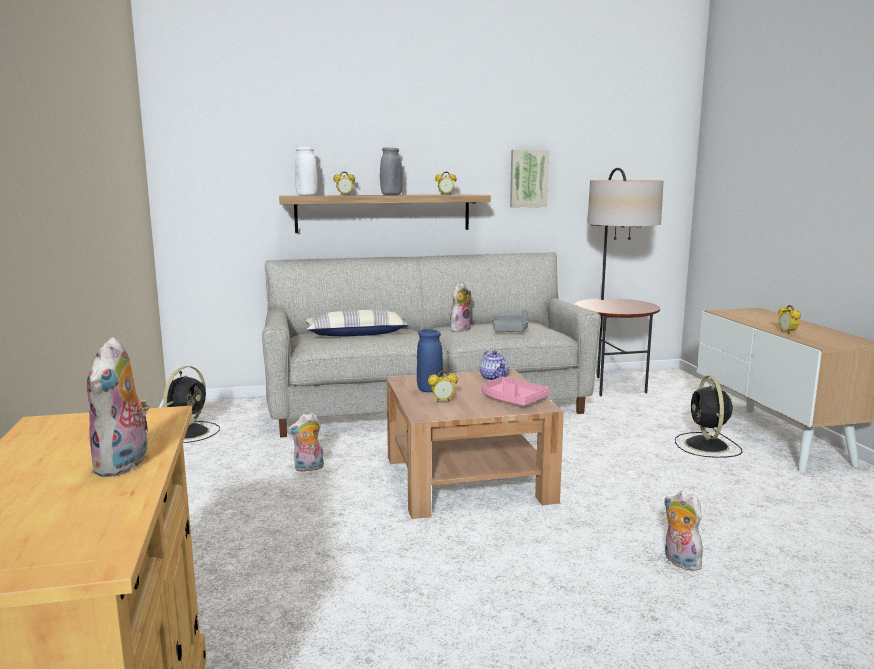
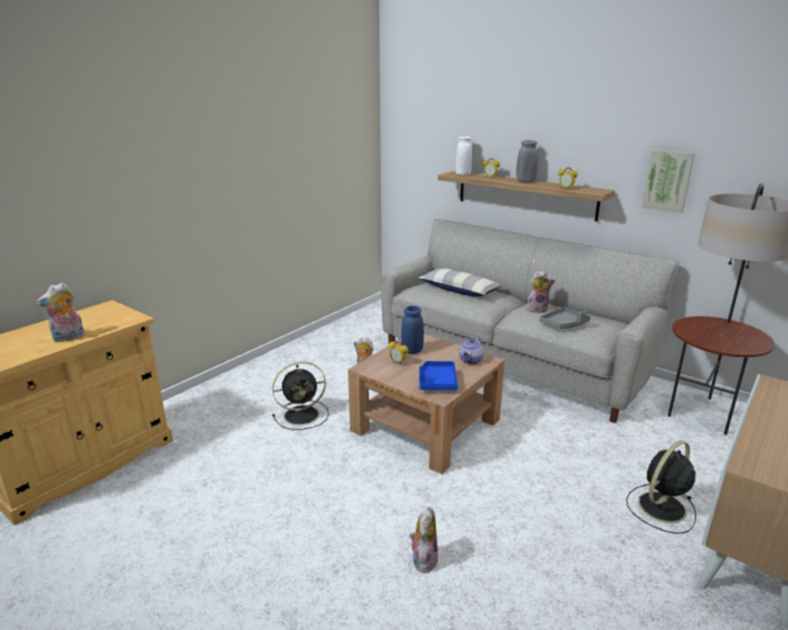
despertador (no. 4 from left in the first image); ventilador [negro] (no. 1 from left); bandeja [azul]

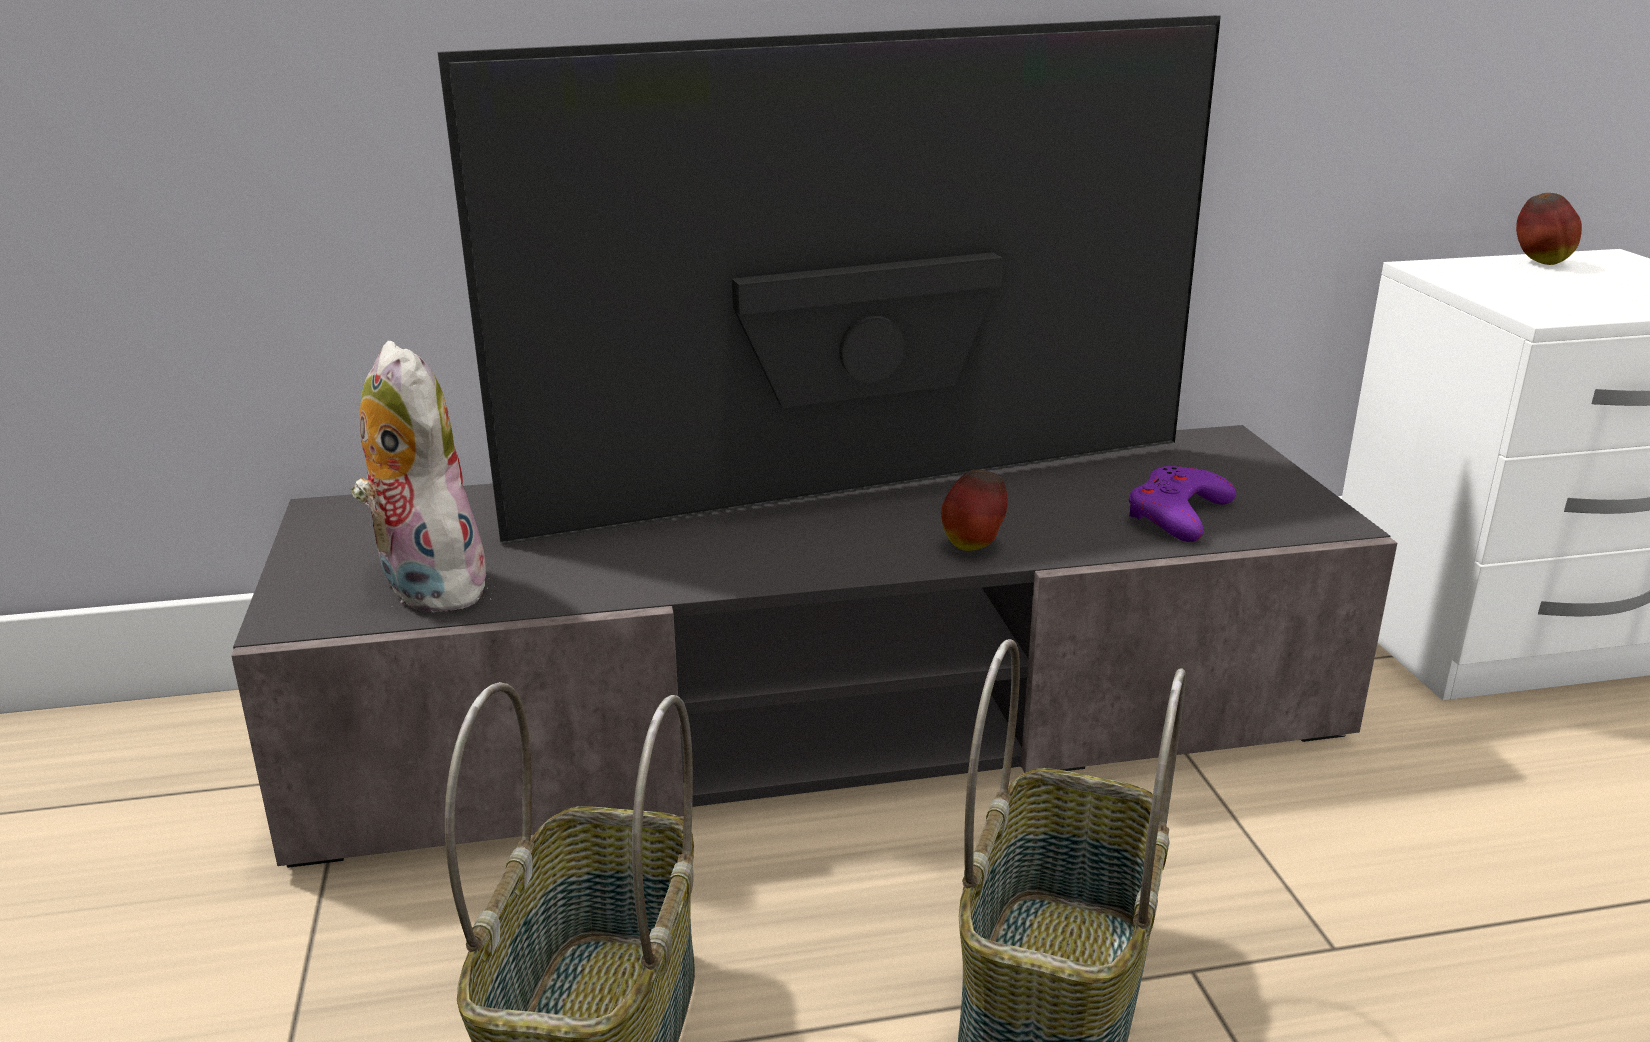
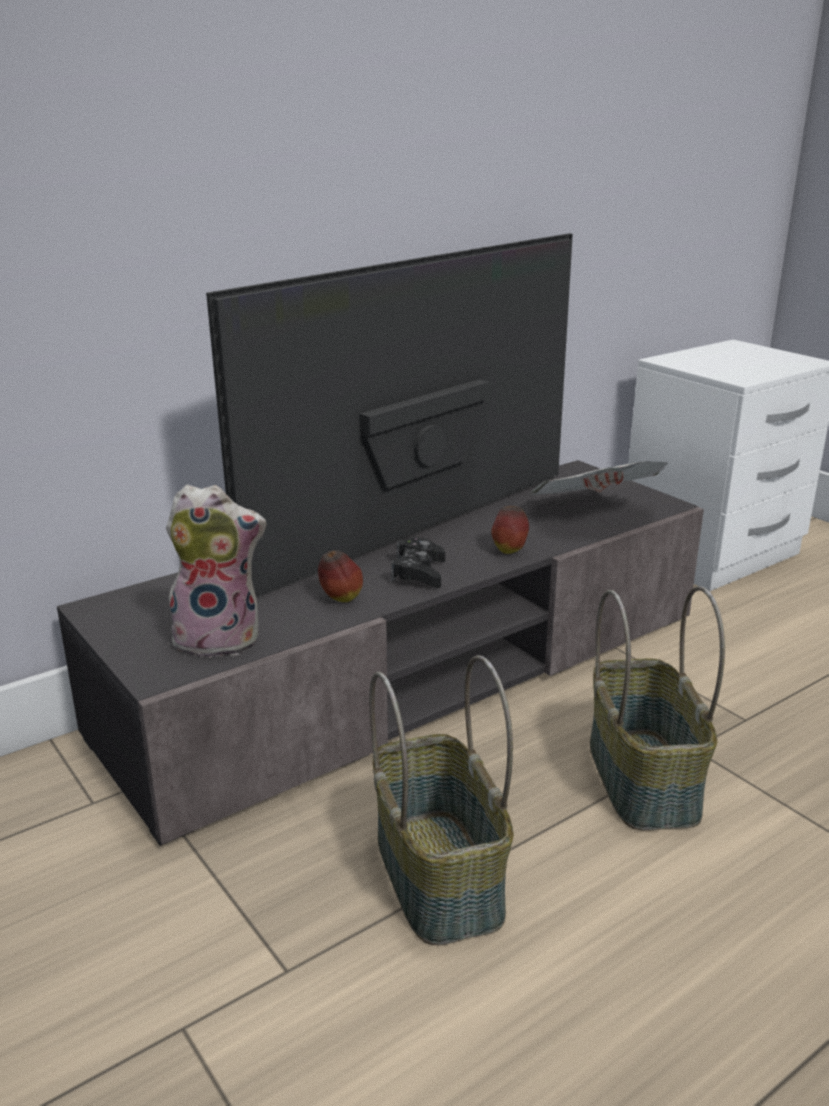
manzana (no. 1 from left); peluche; periódico; mando de consola [negro]

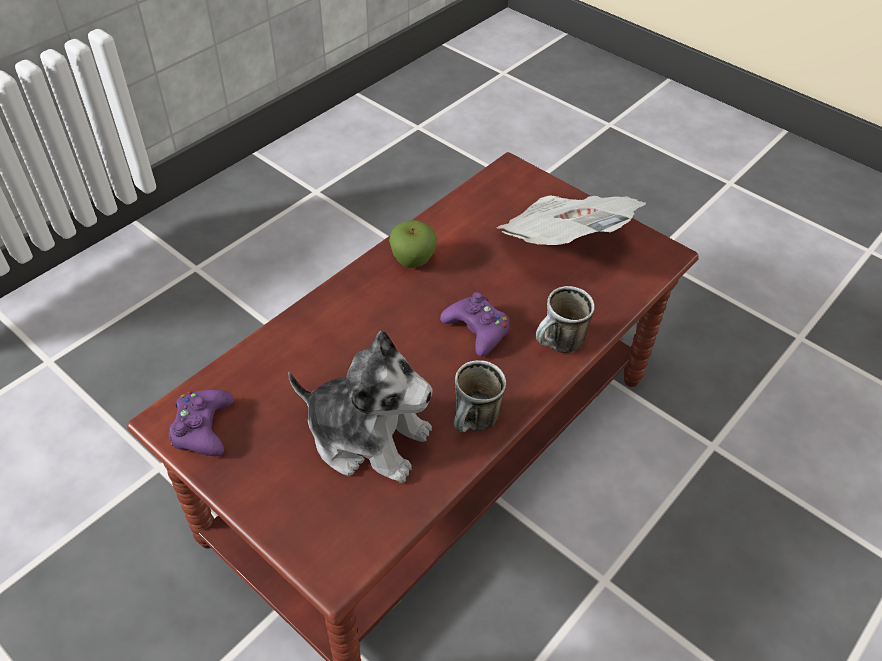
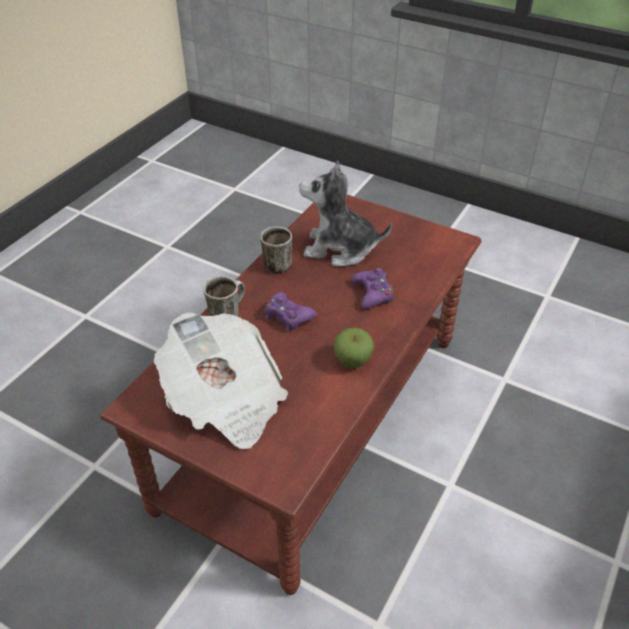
mando de consola [morado] (no. 2 from left)

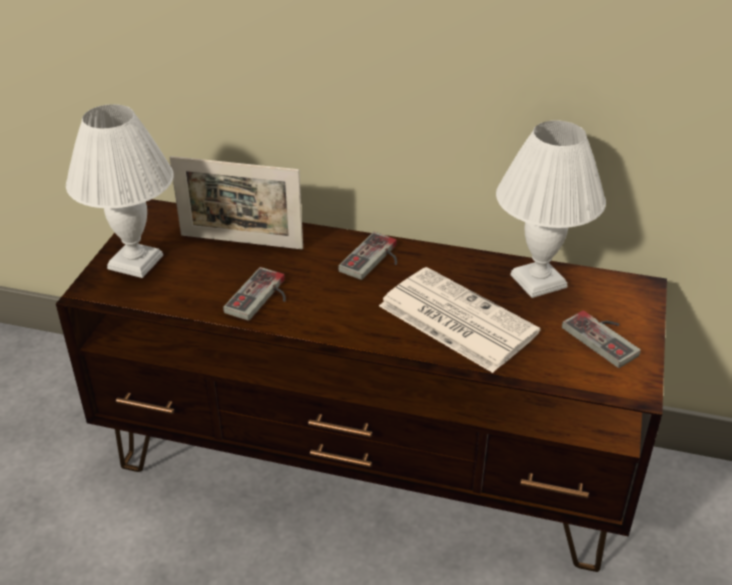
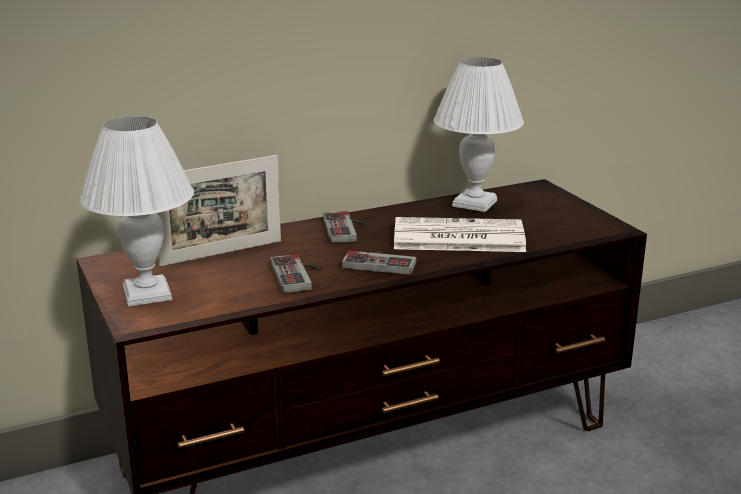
mando de consola (no. 3 from left)

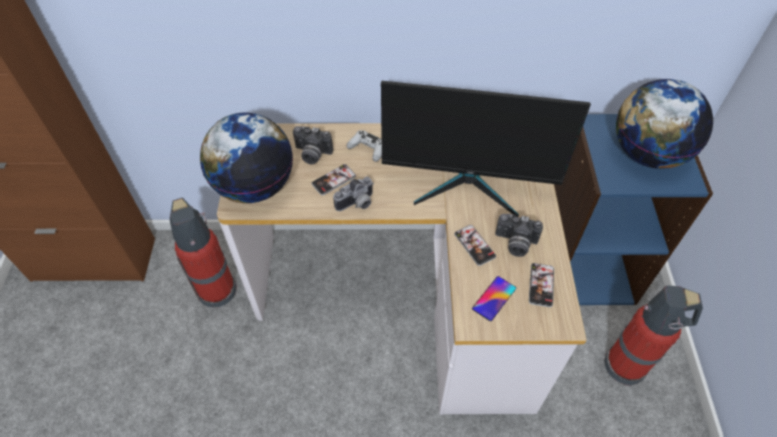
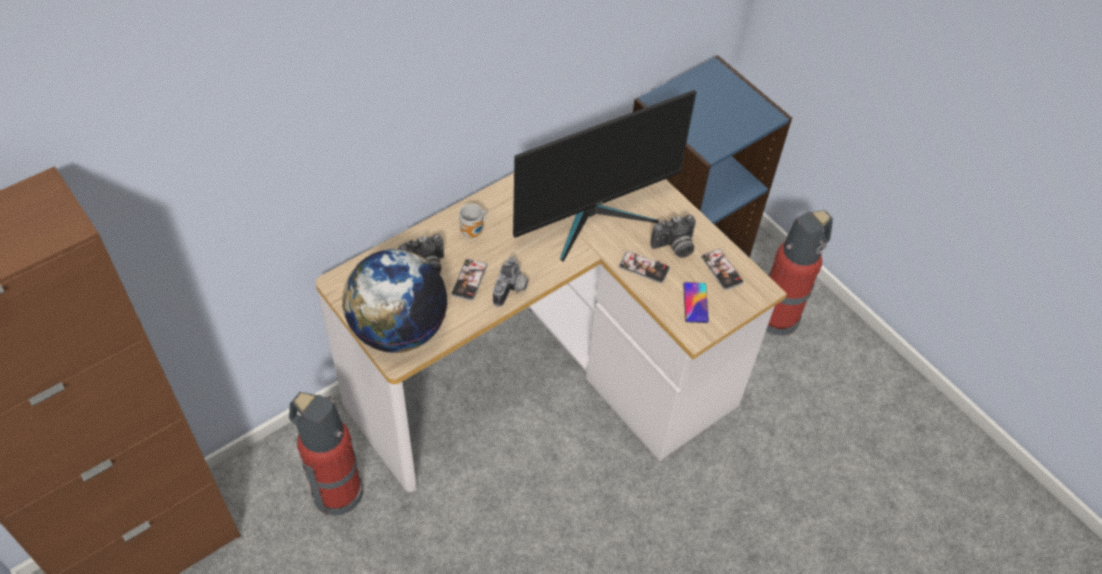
globo terráqueo (no. 2 from left in the first image); taza grande

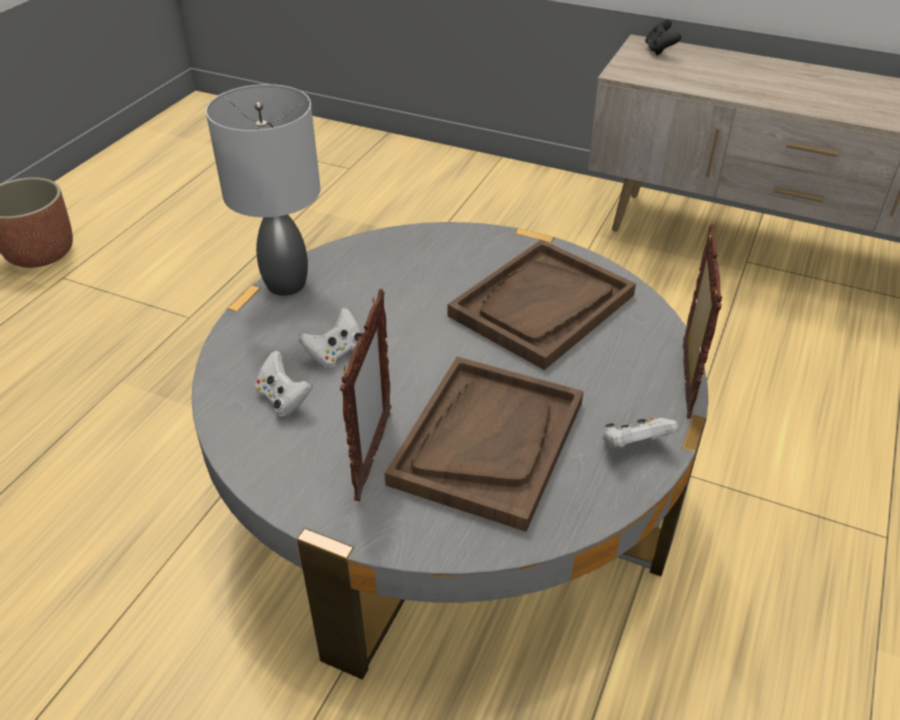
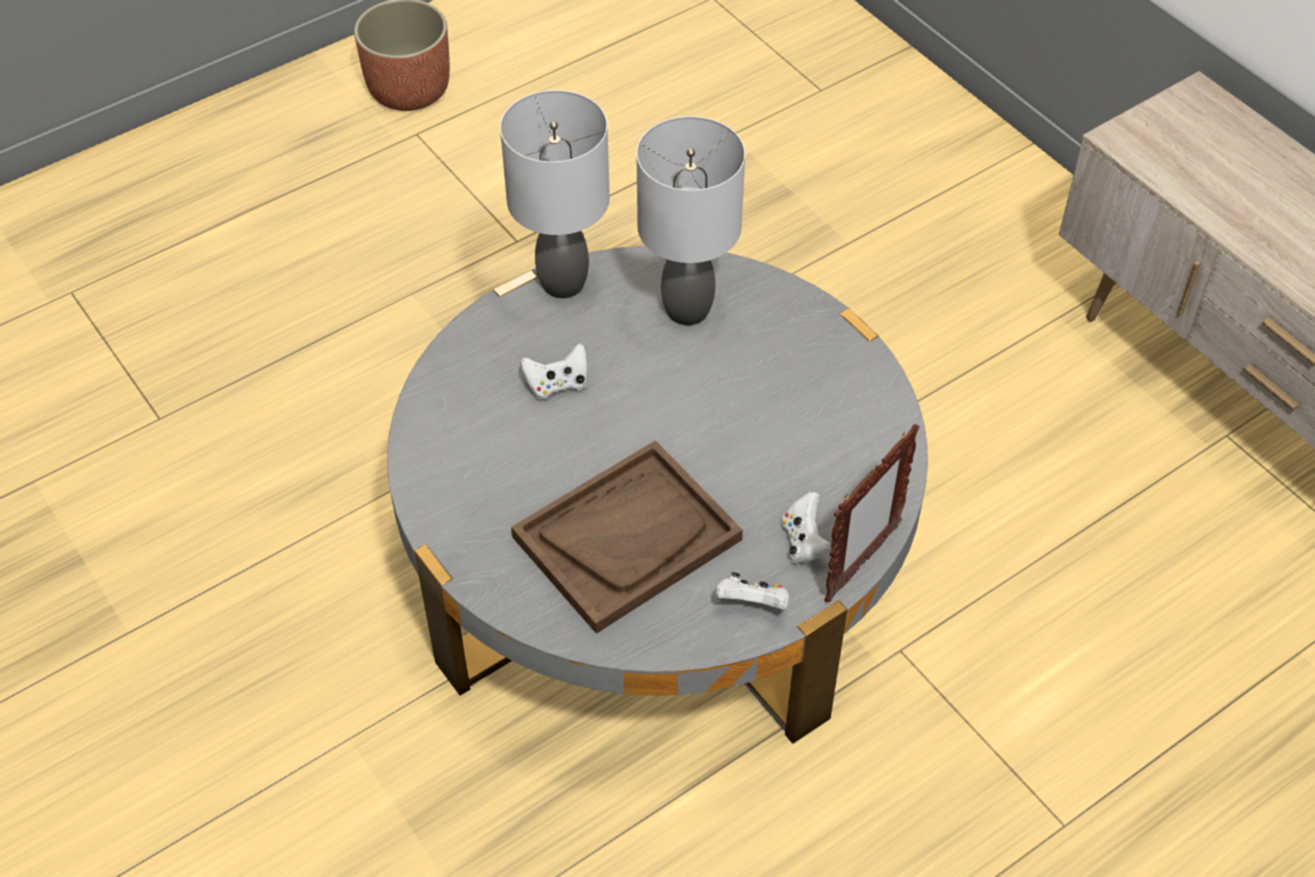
mando de consola [negro]; bandeja [marrón] (no. 2 from left in the first image); portarretratos (no. 1 from left in the first image); mando de consola [blanco] (no. 3 from left); lámpara de mesa [gris] (no. 2 from left)

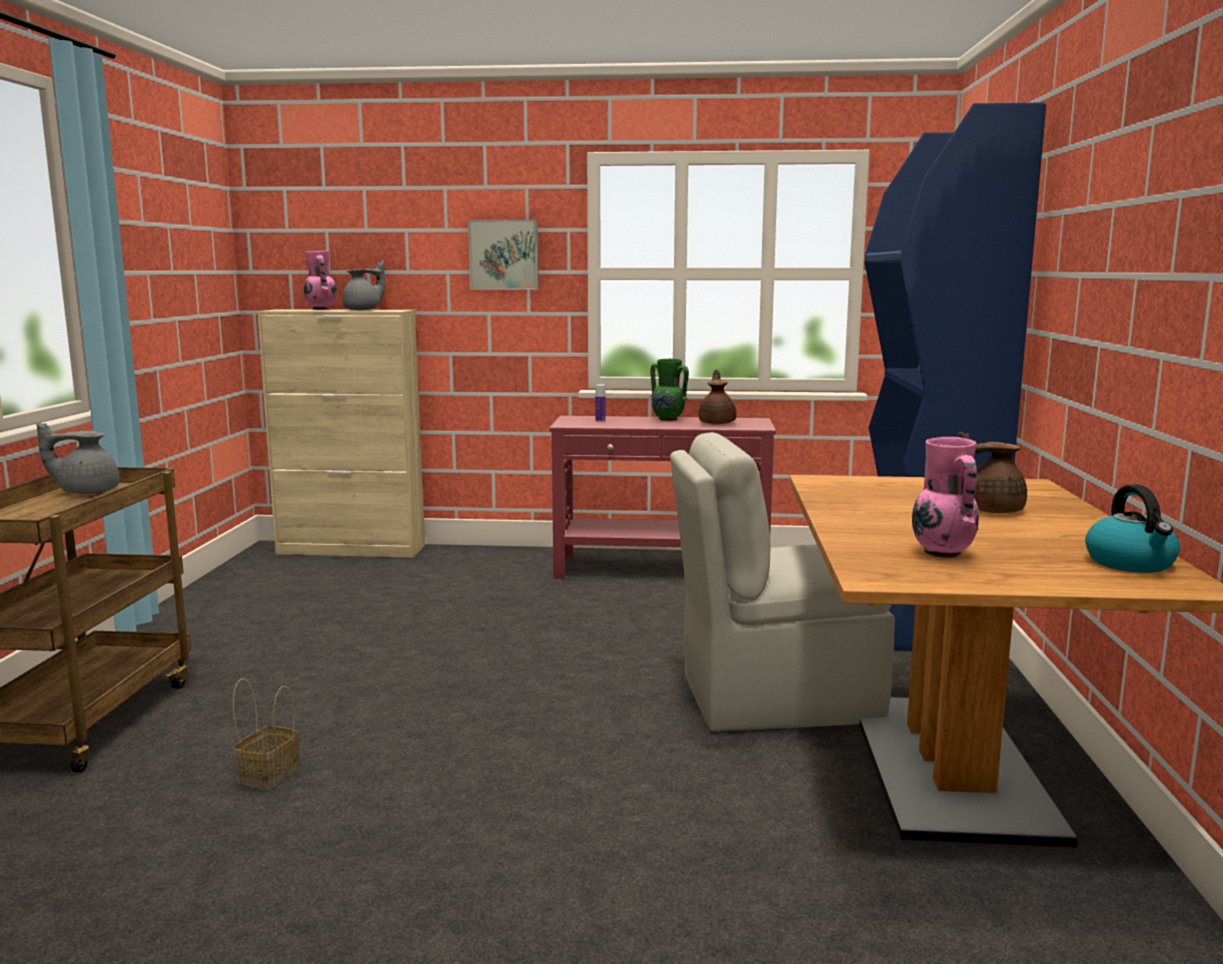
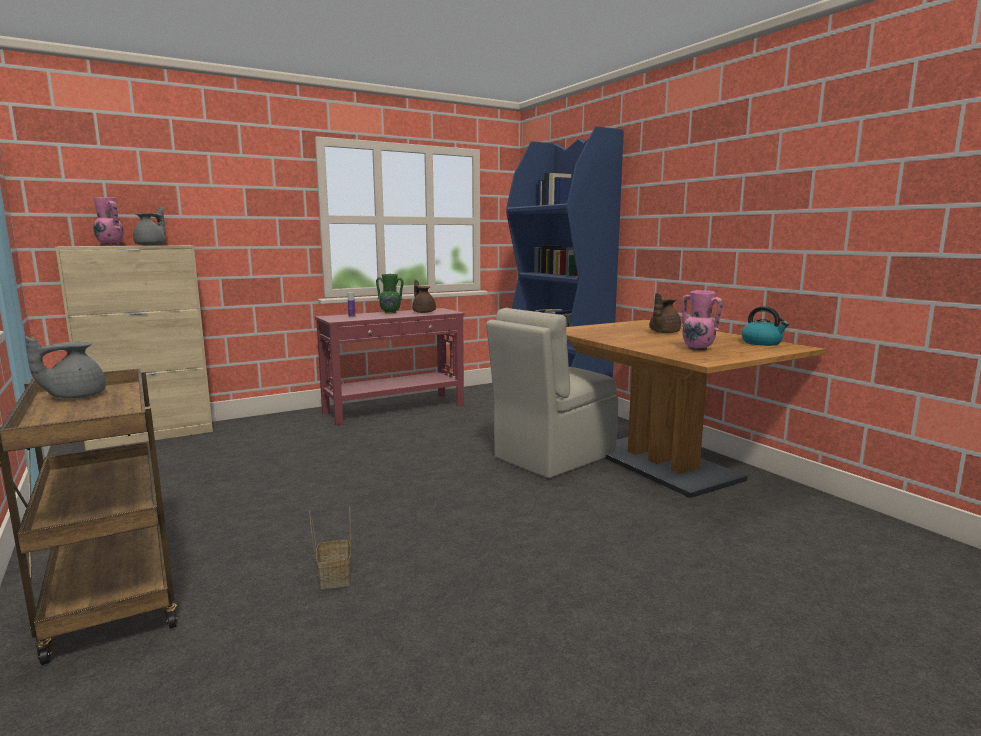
cuadro

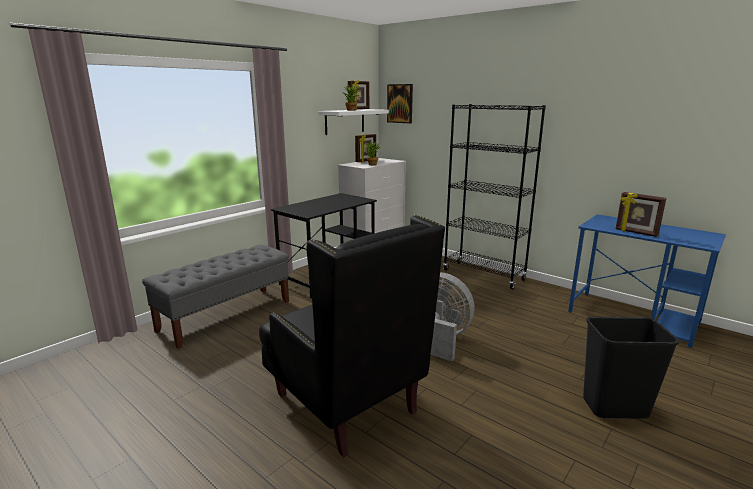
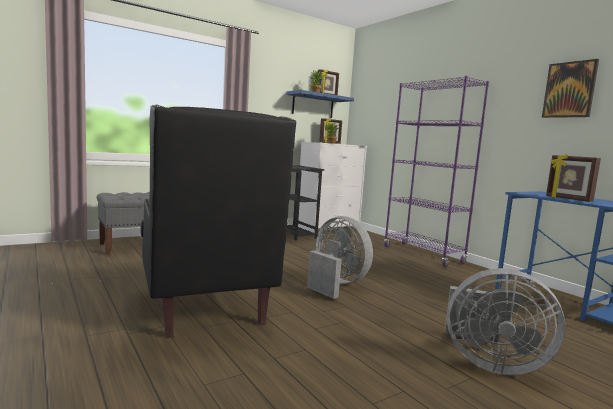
cuadro; estantería [morado]; estante [azul]; ventilador [gris] (no. 2 from left)

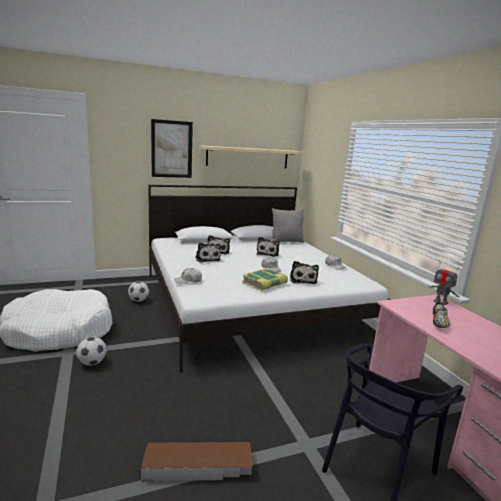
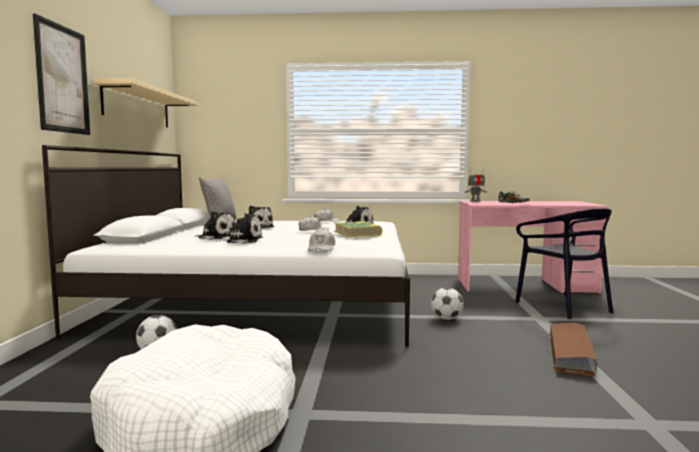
balón de fútbol (no. 2 from left)

